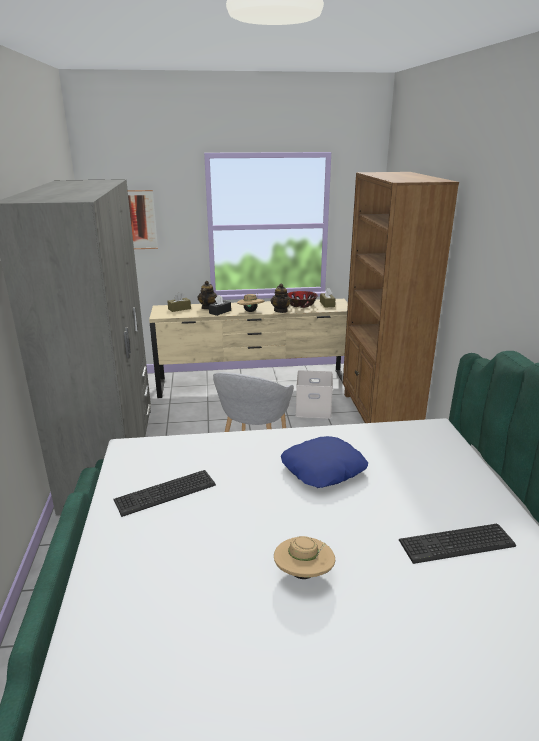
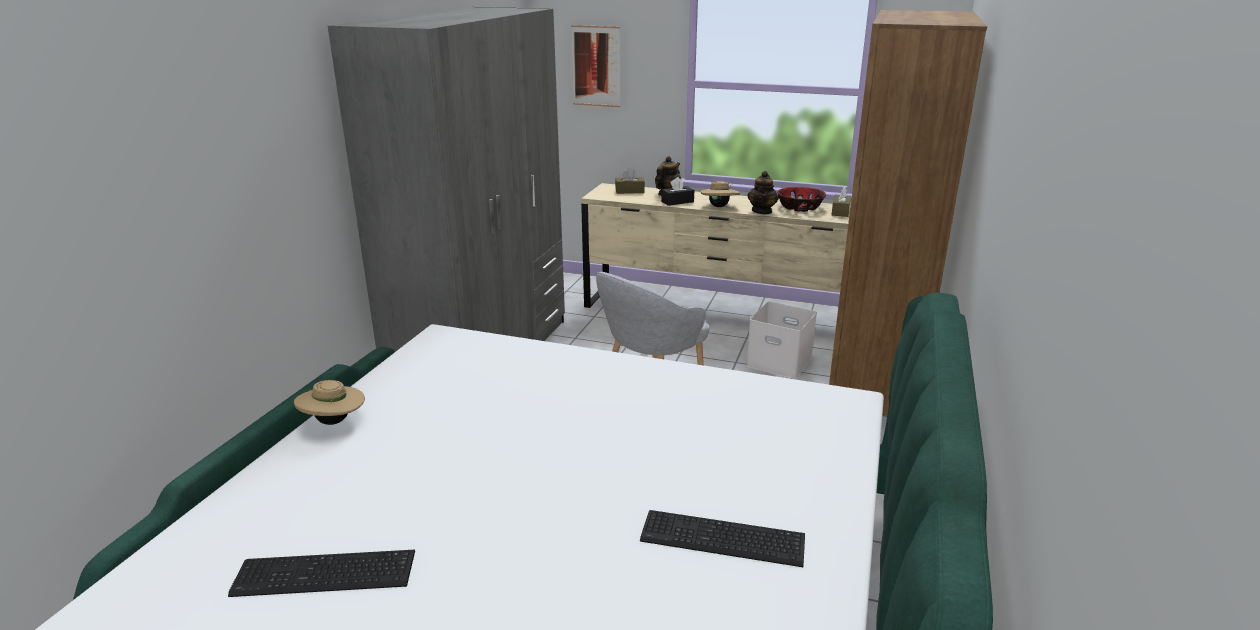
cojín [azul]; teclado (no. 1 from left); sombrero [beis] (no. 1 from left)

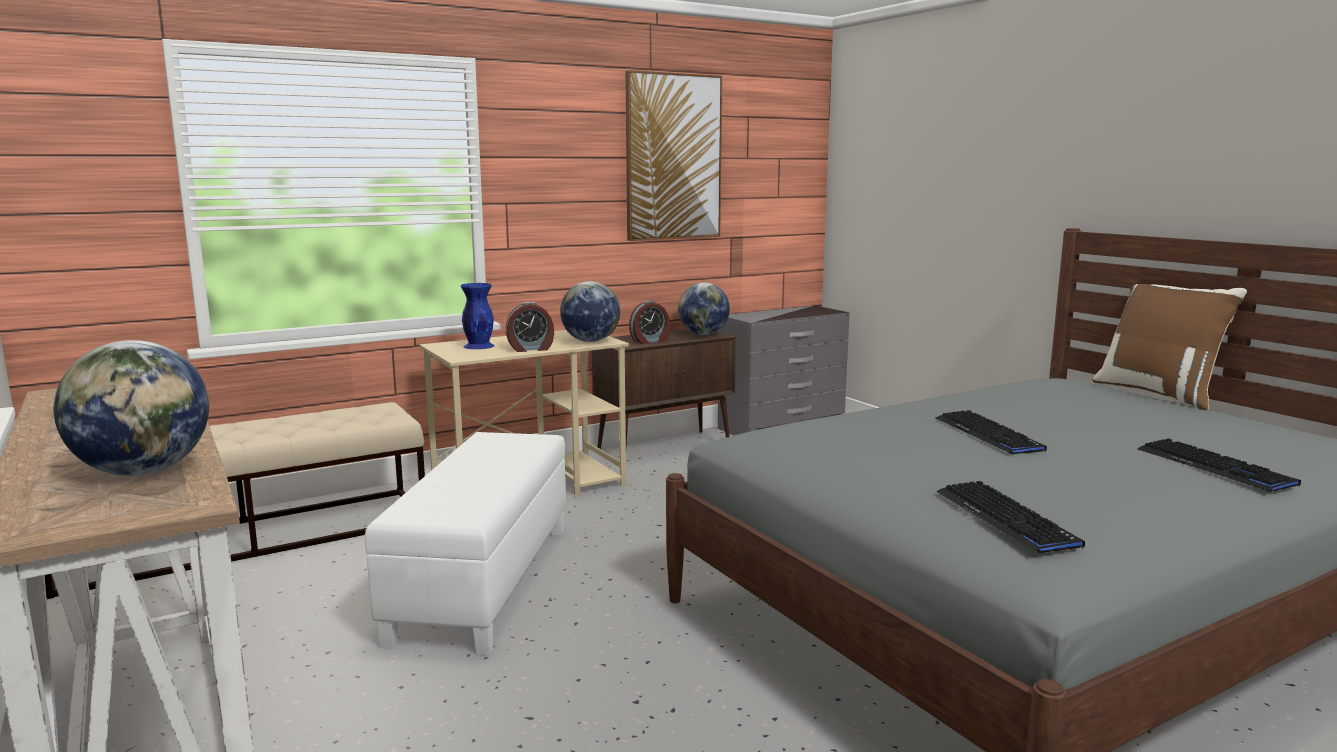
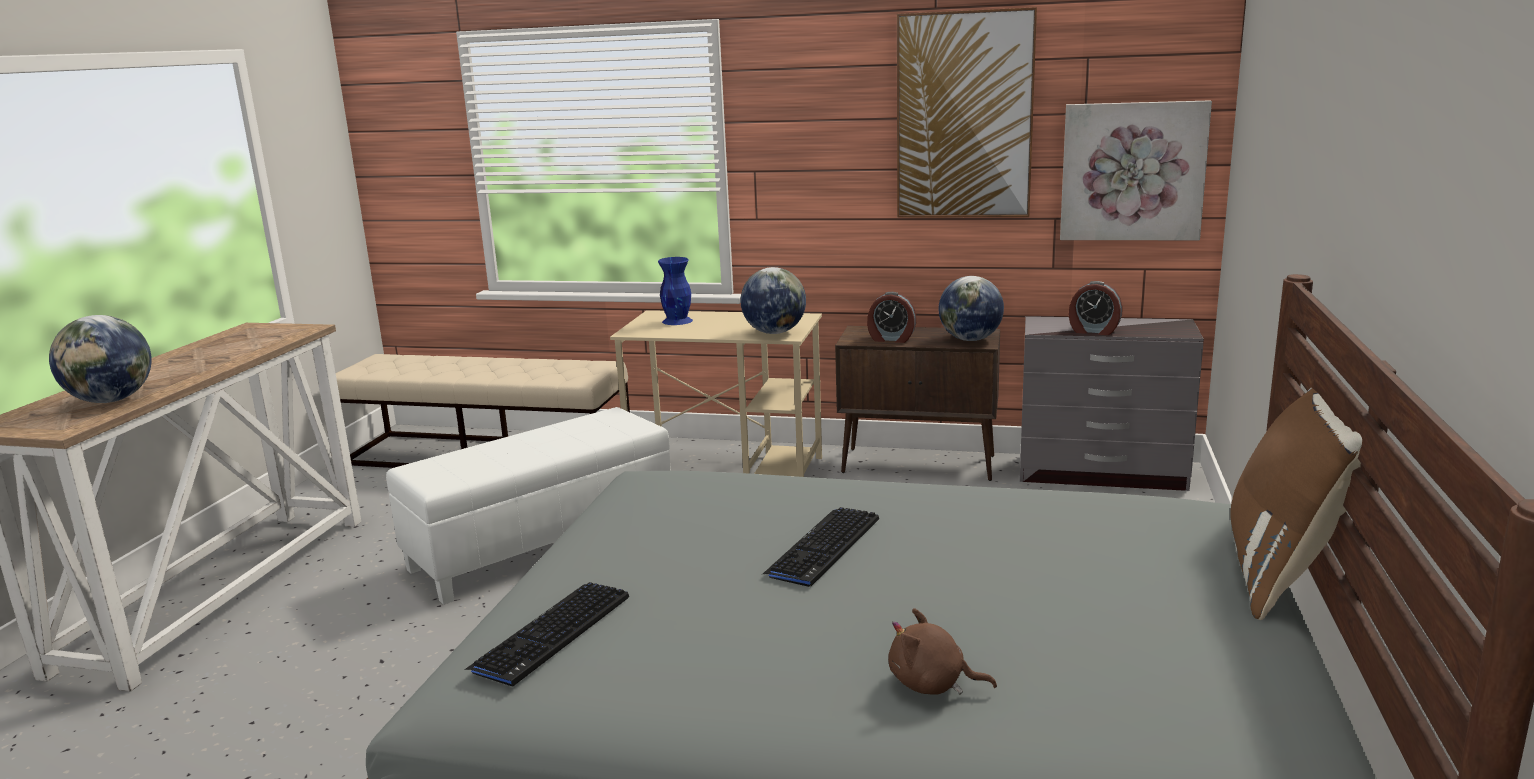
despertador (no. 2 from left); peluche [marrón]; cuadro (no. 2 from left)

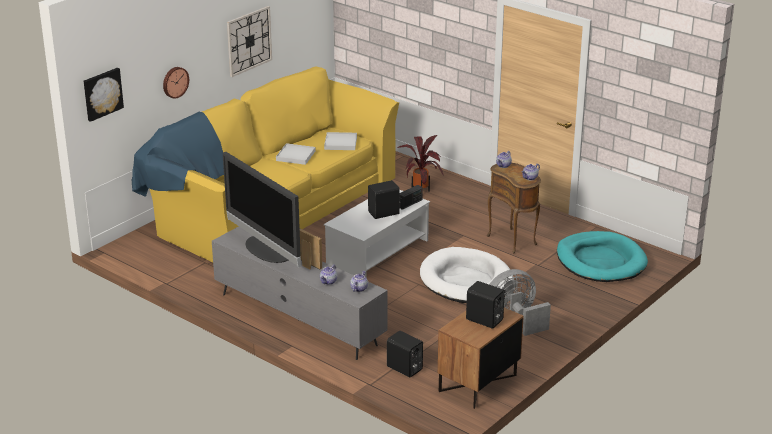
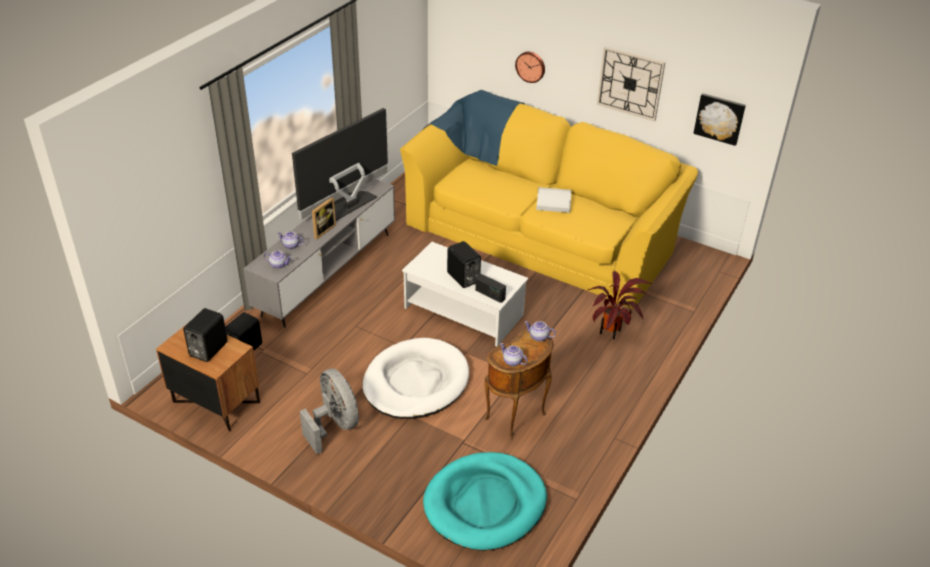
cuadro; bandeja [blanco] (no. 2 from left in the first image)

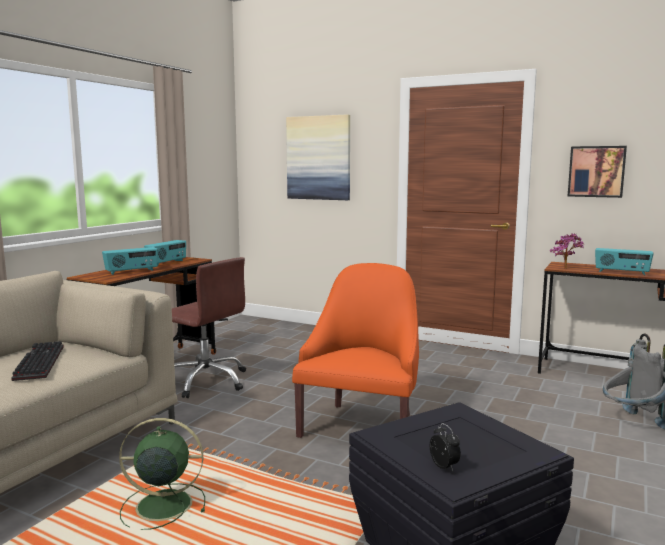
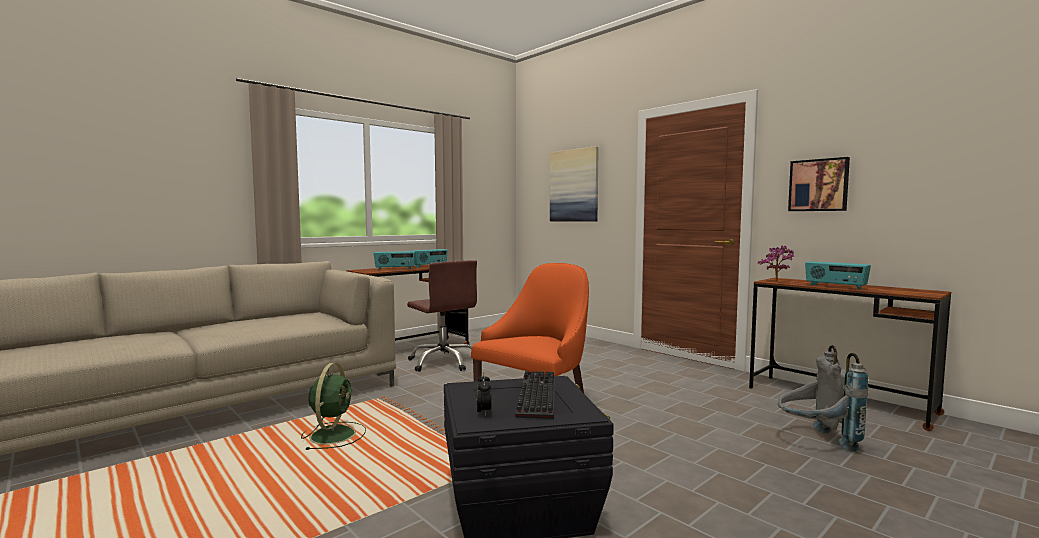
teclado; ventilador [verde]

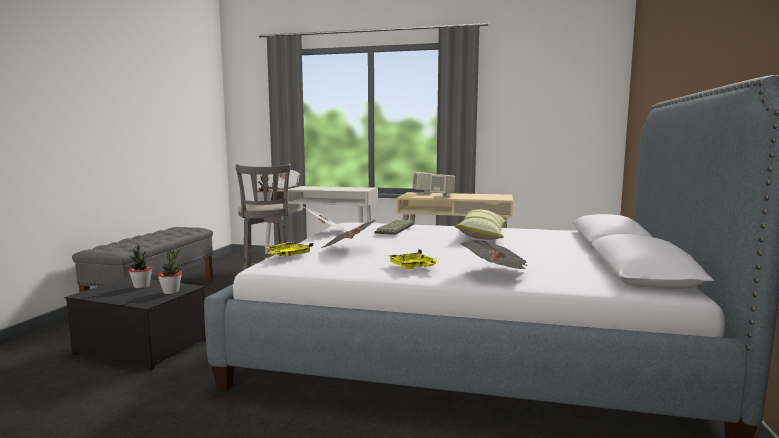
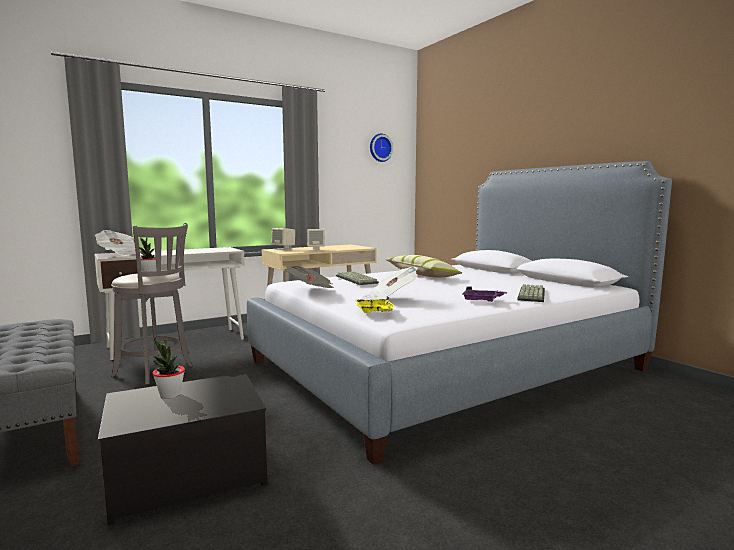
teclado (no. 2 from left); planta en maceta (no. 2 from left in the first image); bandeja [morado]; reloj de pared

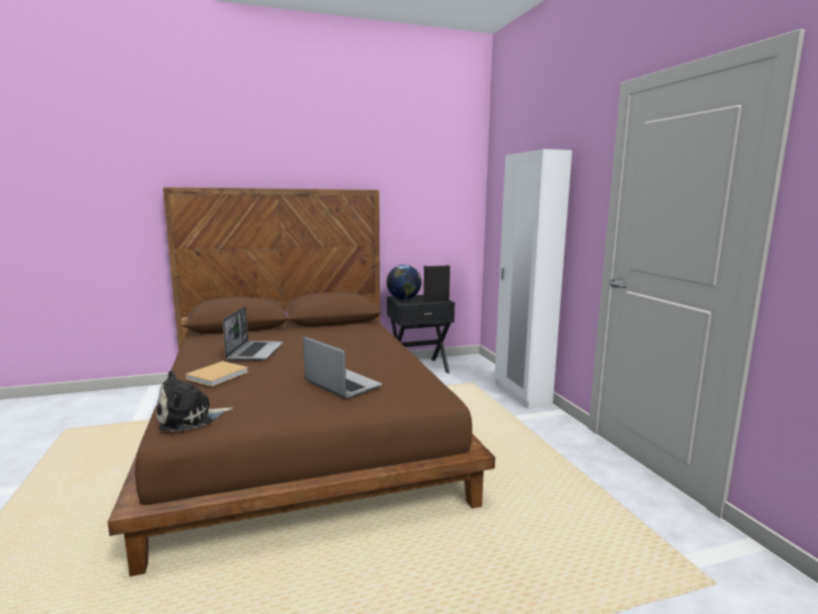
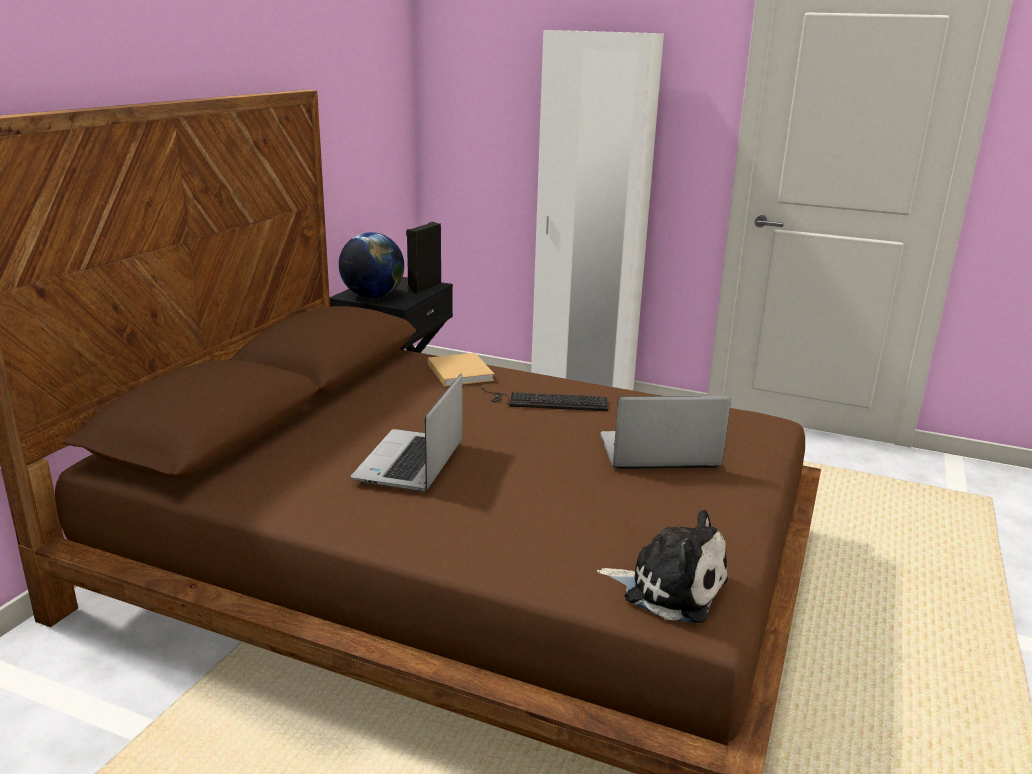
portátil (no. 1 from left); libro [beis]; peluche; teclado

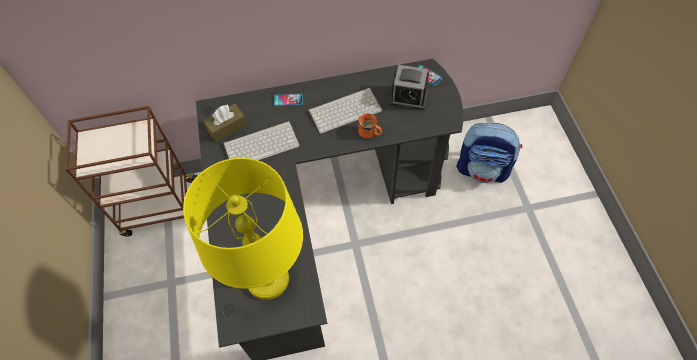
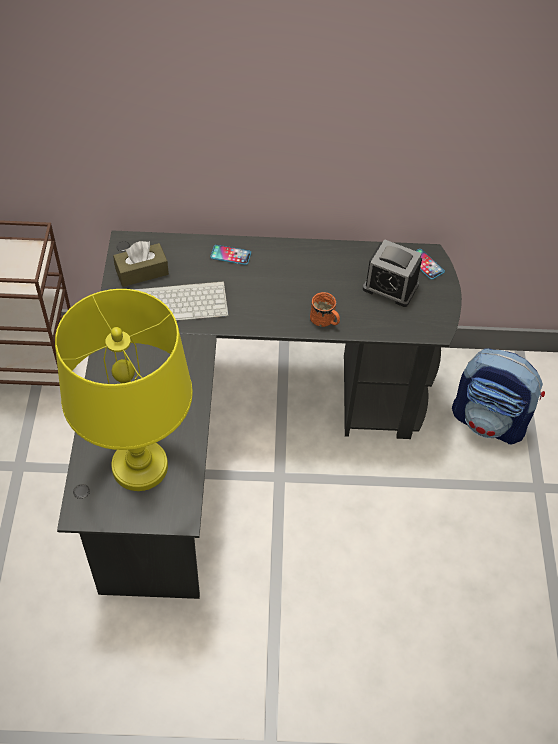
teclado (no. 2 from left in the first image)

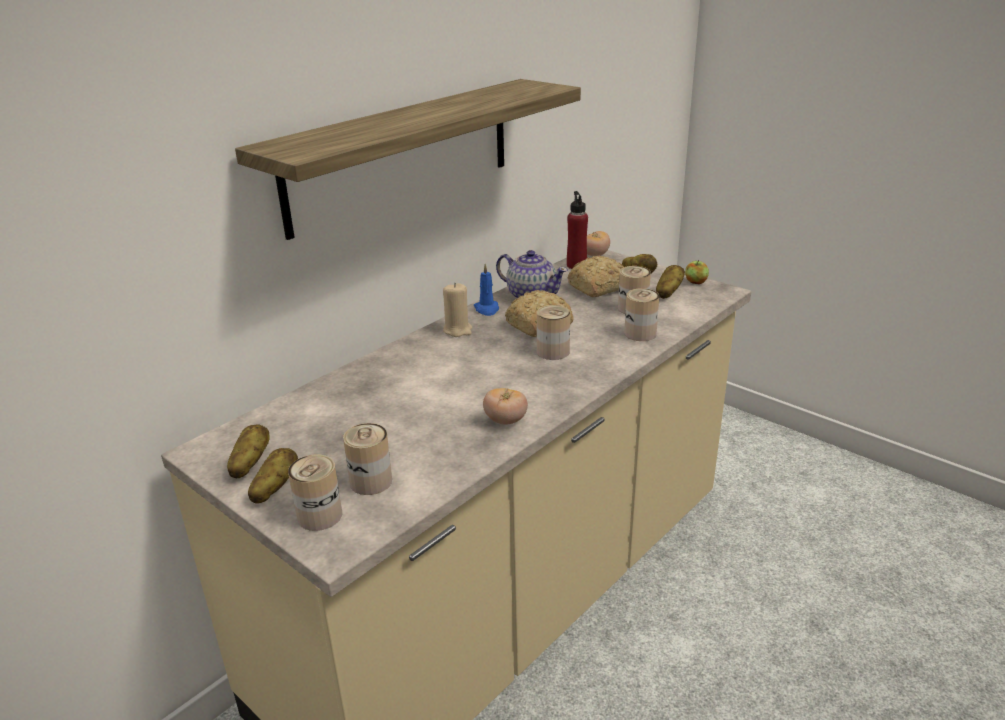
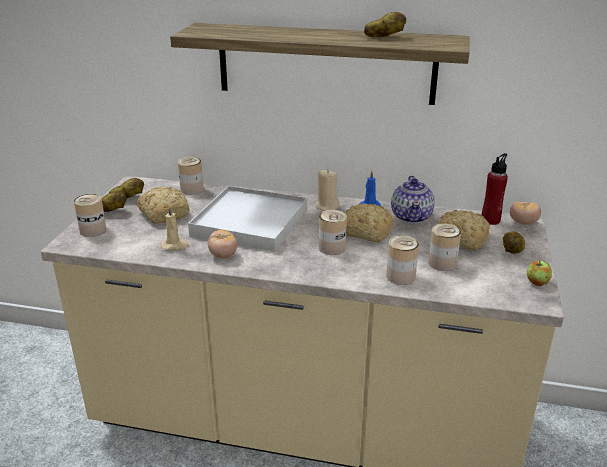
patata (no. 3 from left); lata (no. 2 from left); bandeja [blanco]; pan (no. 1 from left); vela [beis] (no. 1 from left)

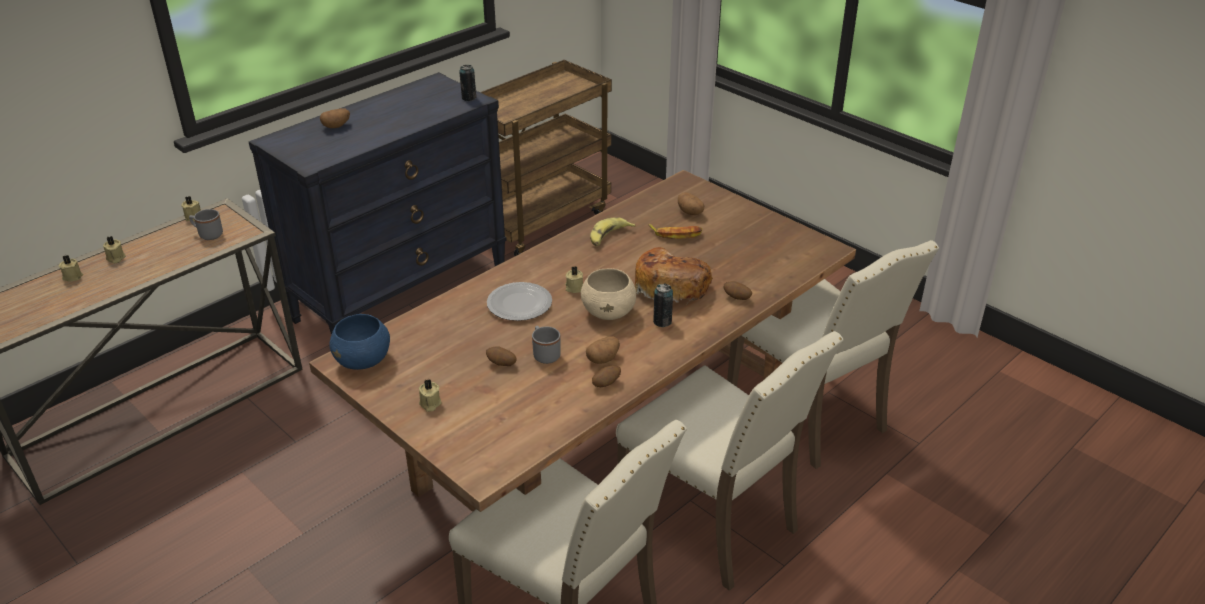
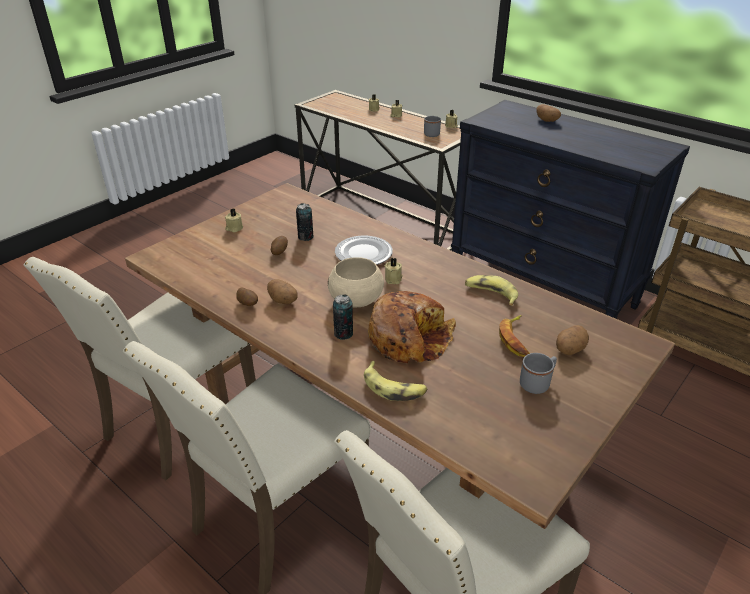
lata (no. 1 from left); plátano (no. 1 from left); cuenco [azul]; taza grande [gris] (no. 2 from left)

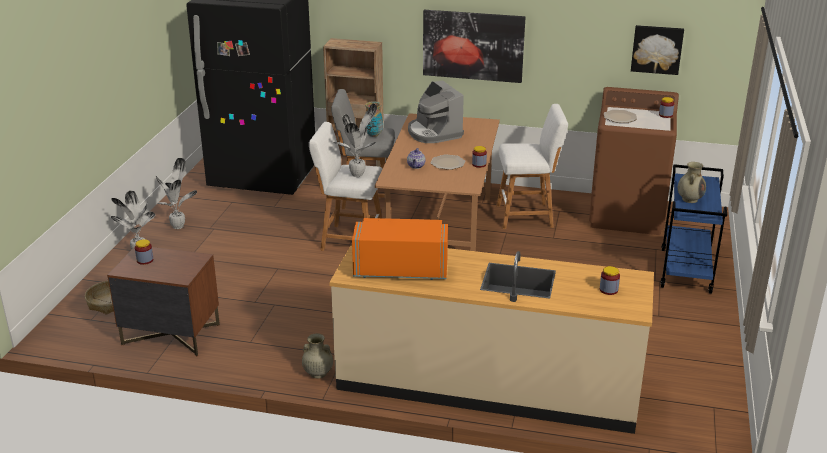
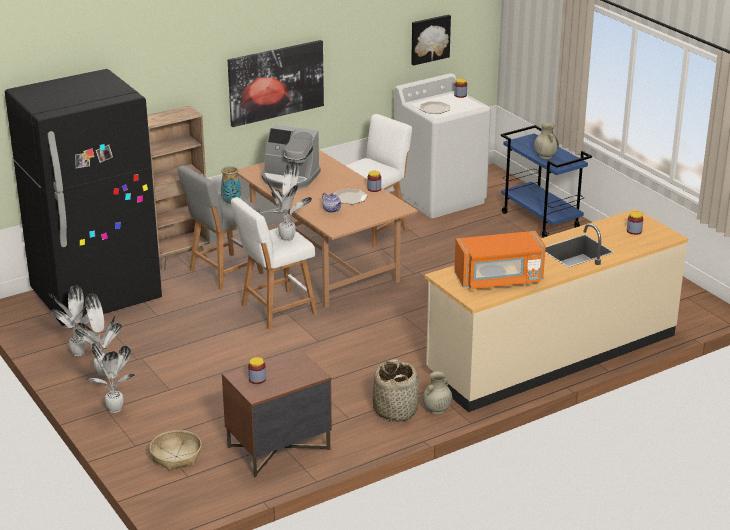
lavadora [blanco]; microondas [naranja]; planta en maceta (no. 1 from left); cesta (no. 2 from left)

